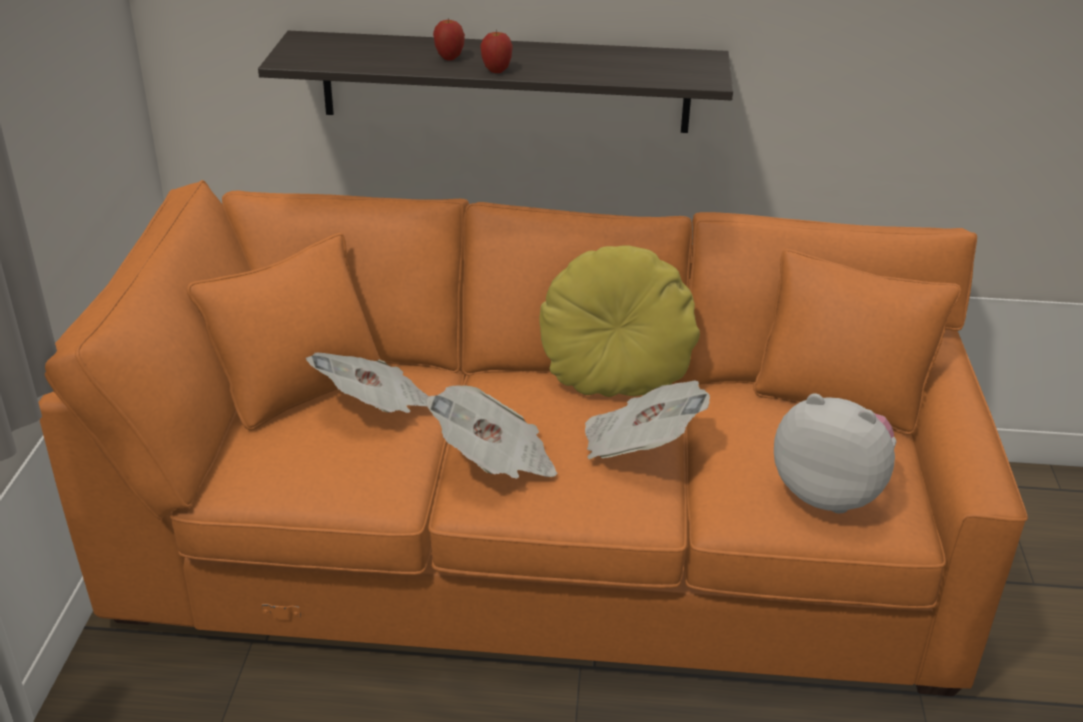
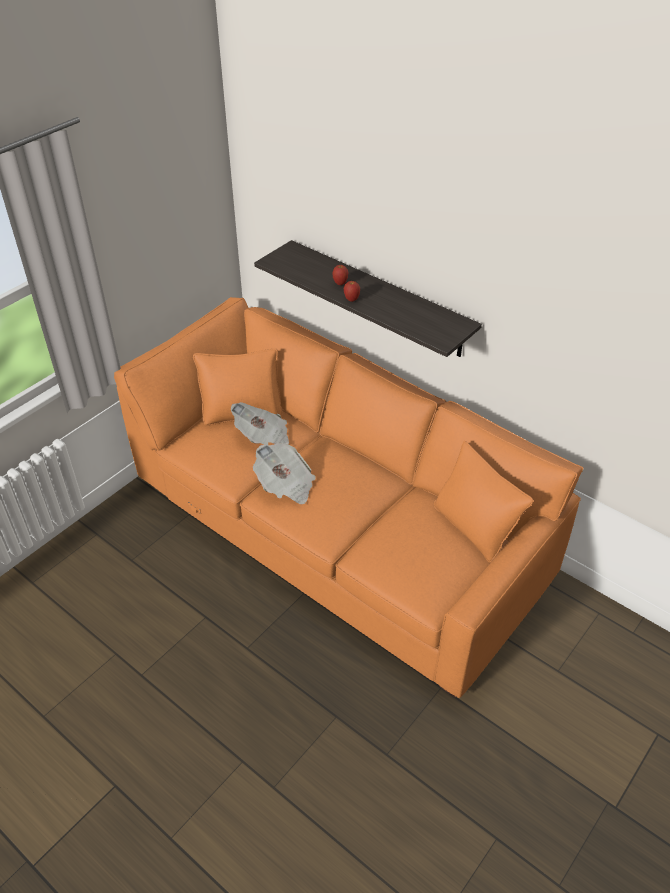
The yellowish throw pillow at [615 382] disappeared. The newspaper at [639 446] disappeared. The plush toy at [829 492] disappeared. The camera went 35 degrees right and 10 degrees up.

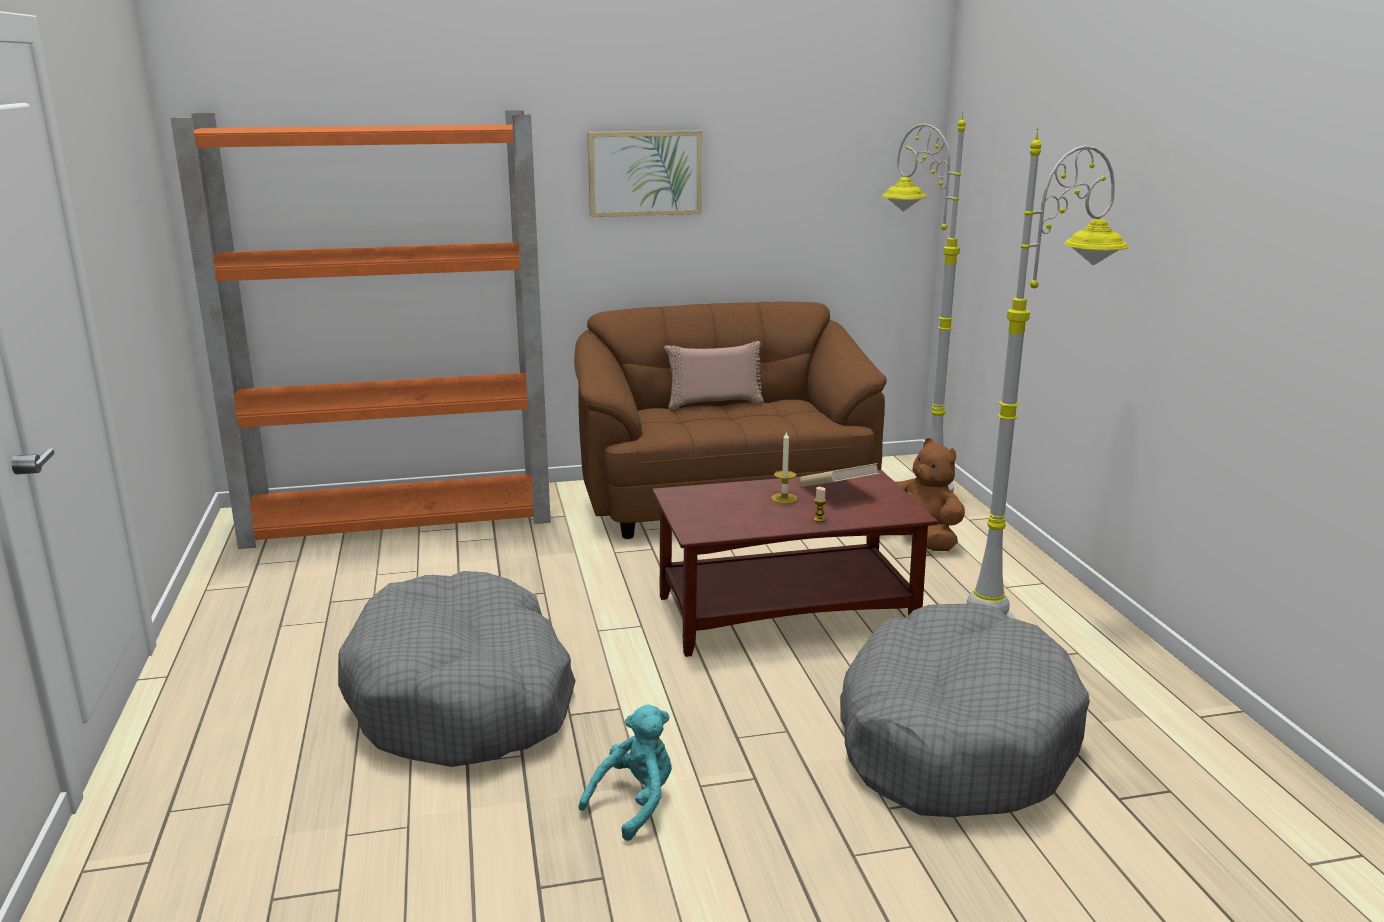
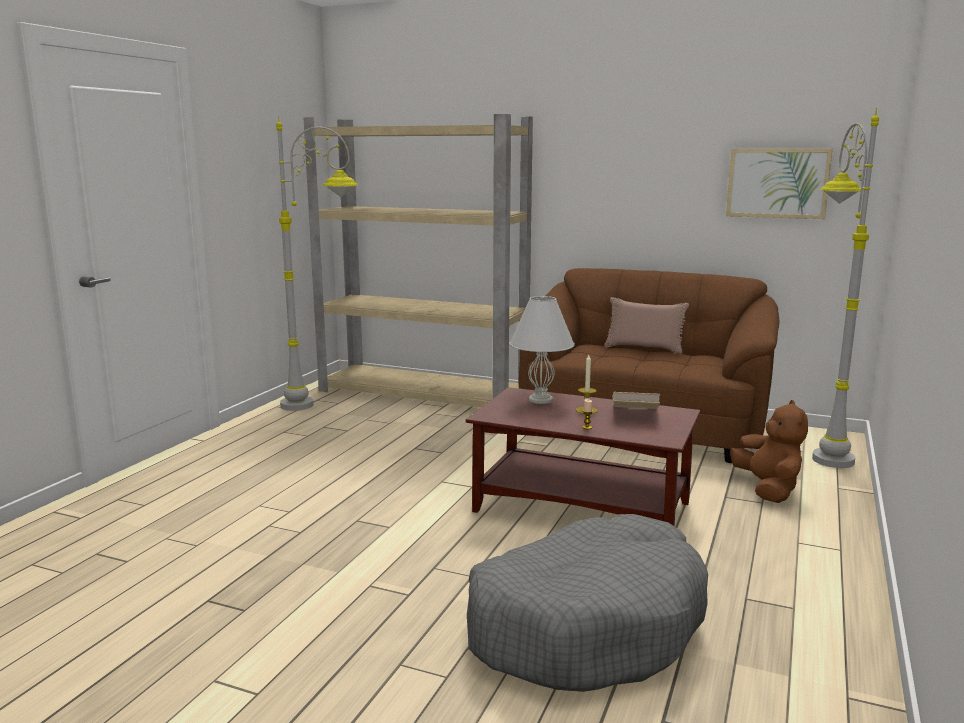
The greyish floor lamp moved from [1020 612] to [324 406]. The orangey shelving unit at [400 515] became the beige-coloured shelving unit at [423 393]. The whitish lamp for a table at [540 399] appeared. The wall picture moved from [645 173] to [777 183]. The greyish pet bed at [463 698] disappeared. The blue-green plush toy at [635 803] disappeared. The camera went 35 degrees right and 5 degrees down.

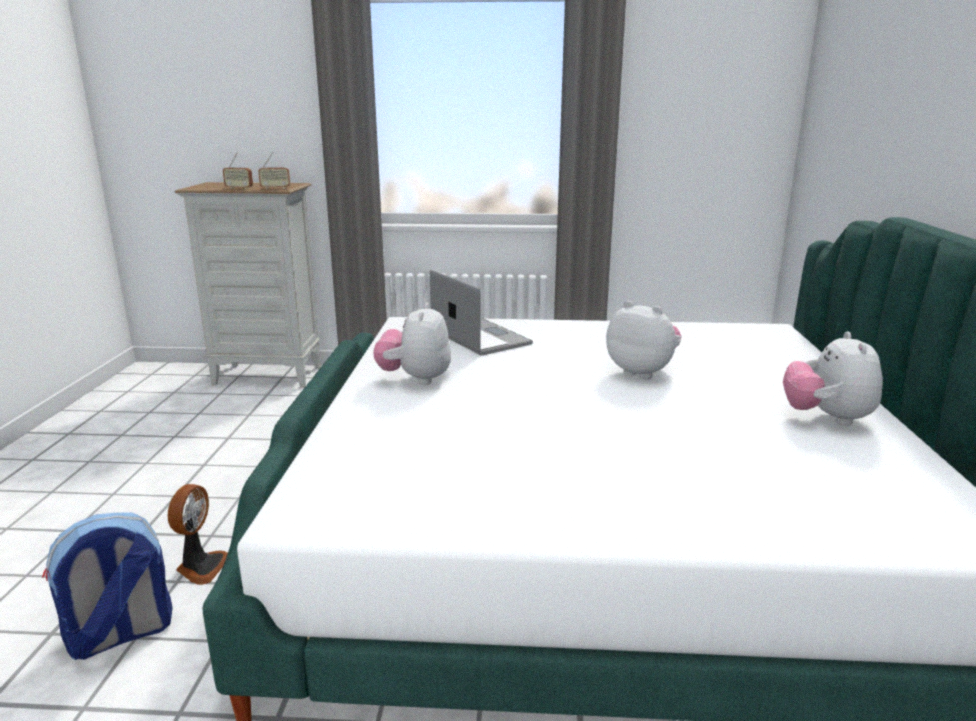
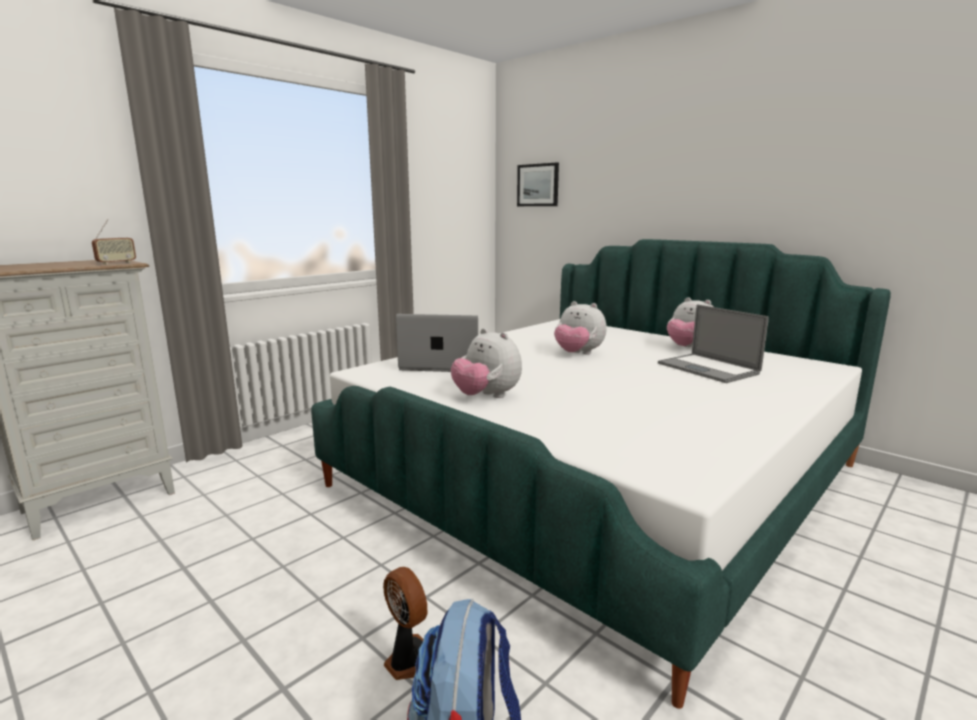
The wall picture at [538 185] appeared. The plush toy at [642 372] turned 135 degrees counterclockwise. The notebook computer at [707 368] appeared. The radio set at [239 188] disappeared. The camera went 50 degrees left and 5 degrees down.

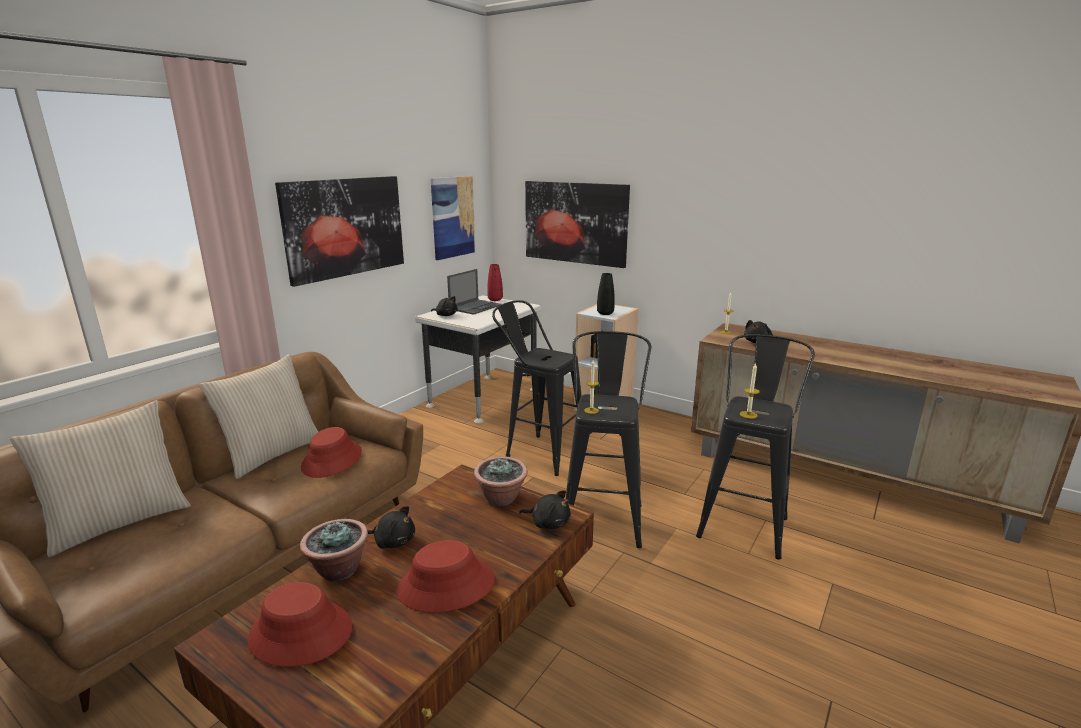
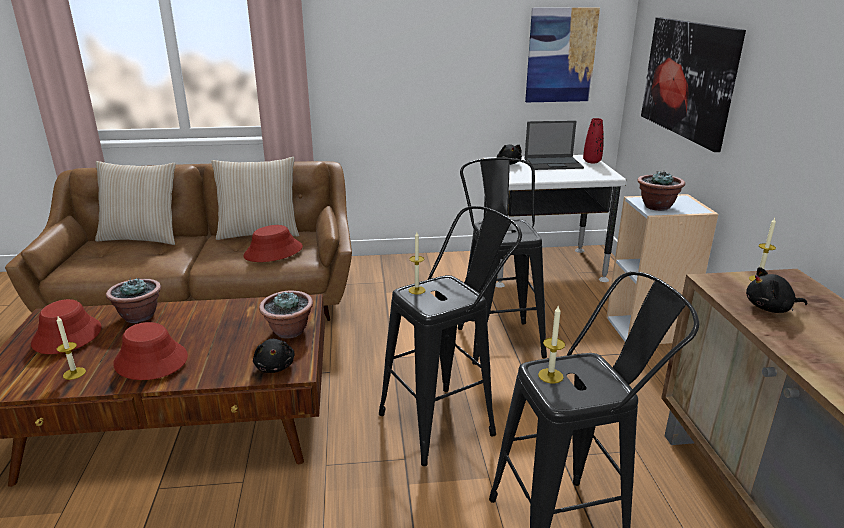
The candle at [74 373] appeared. The black decorative vase at [605 313] was replaced by the potted plant at [656 206]. The wall picture at [345 227] disappeared. The black plush toy at [393 541] disappeared. The camera went 50 degrees right and 5 degrees up.

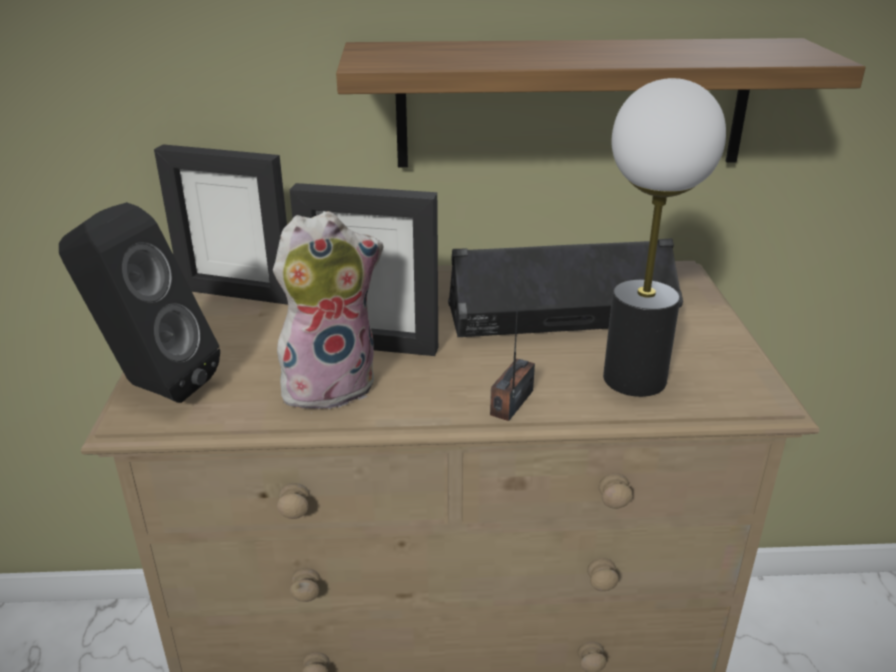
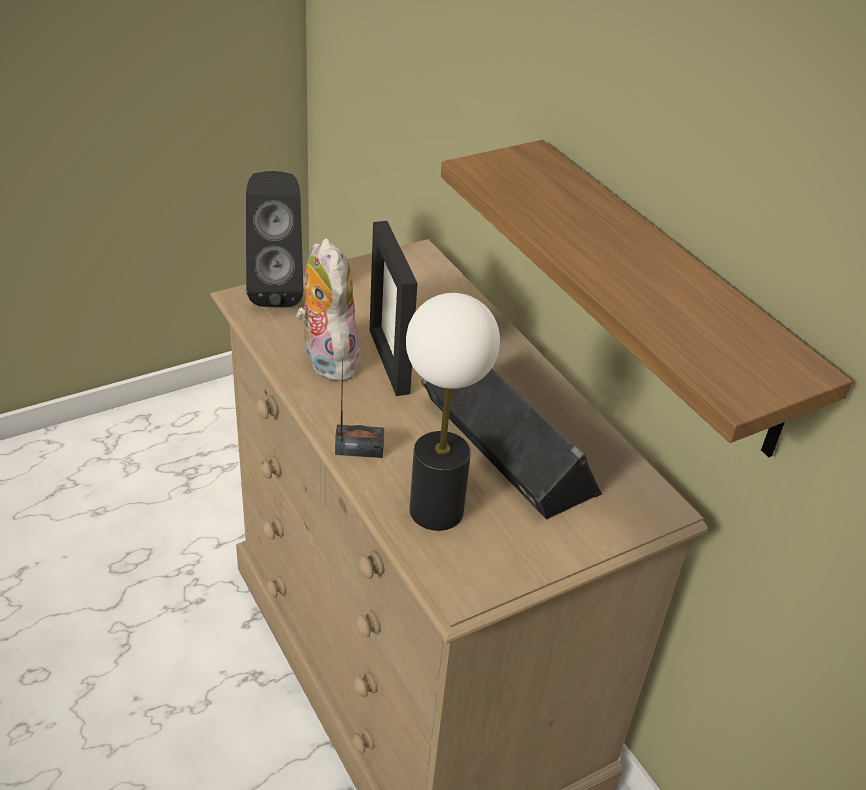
The plush toy at [330 385] turned 150 degrees counterclockwise. The standing frame at [238 292] disappeared. The camera went 60 degrees right and 10 degrees up.

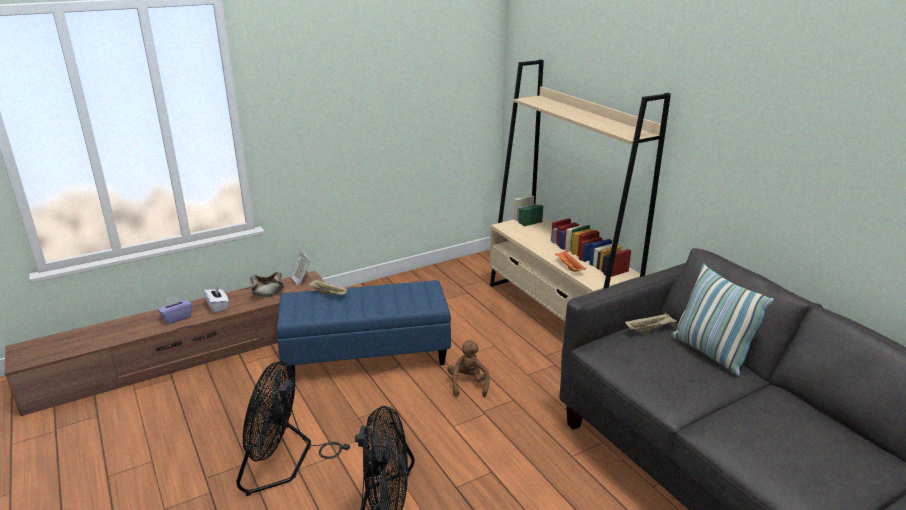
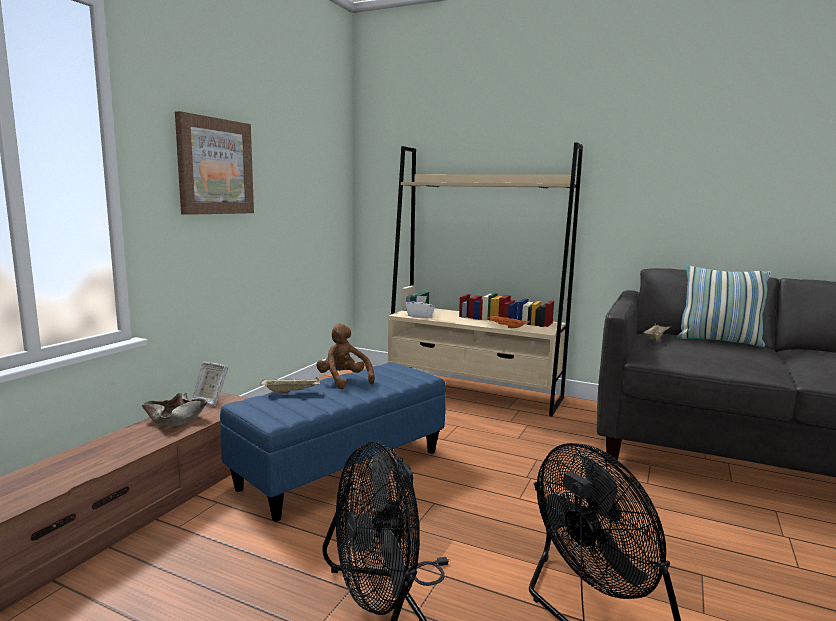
The wall picture at [215 166] appeared. The brown-coloured plush toy moved from [468 384] to [343 381]. The whitish tissue holder moved from [218 306] to [420 316]. The purple tissue holder at [177 318] disappeared. The camera went 35 degrees left and 15 degrees down.

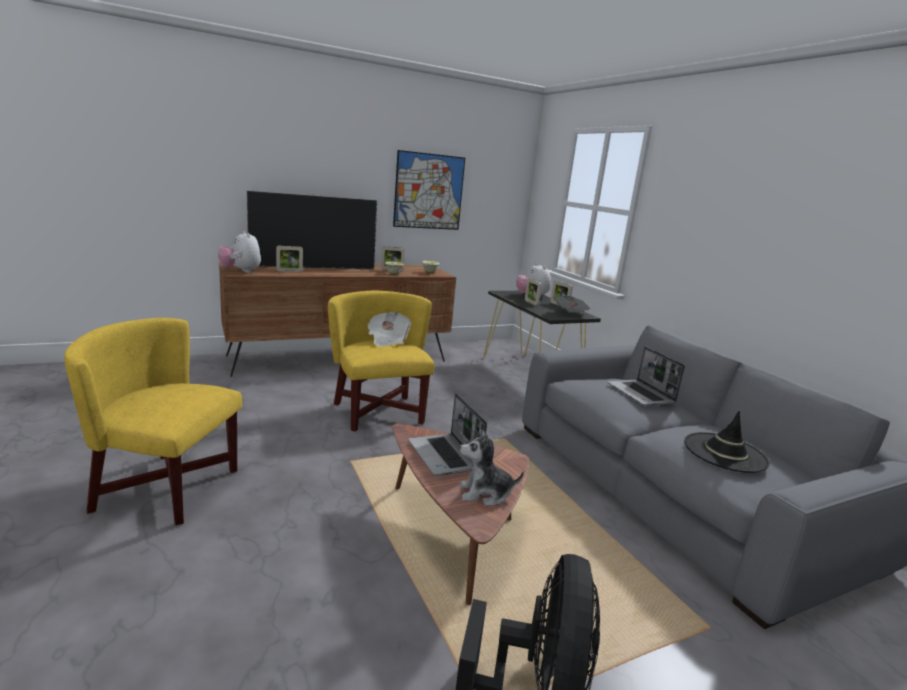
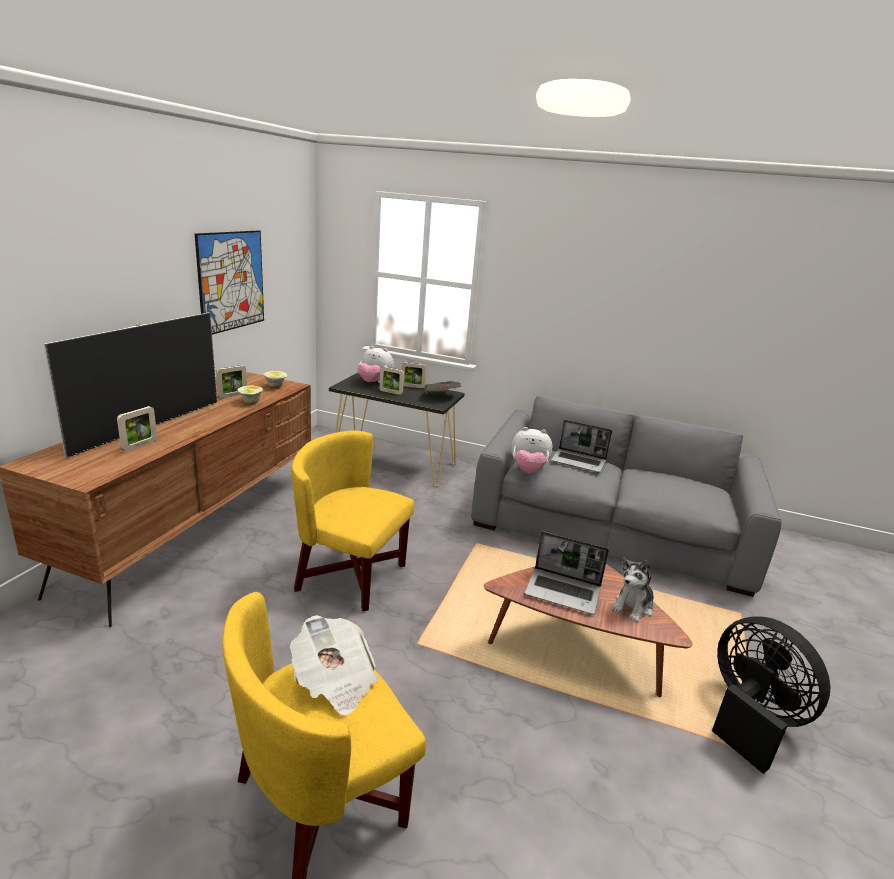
The newspaper moved from [387 340] to [334 681]. The plush toy moved from [241 271] to [528 470]. The black hat at [725 452] disappeared. The camera went 45 degrees left and 5 degrees up.

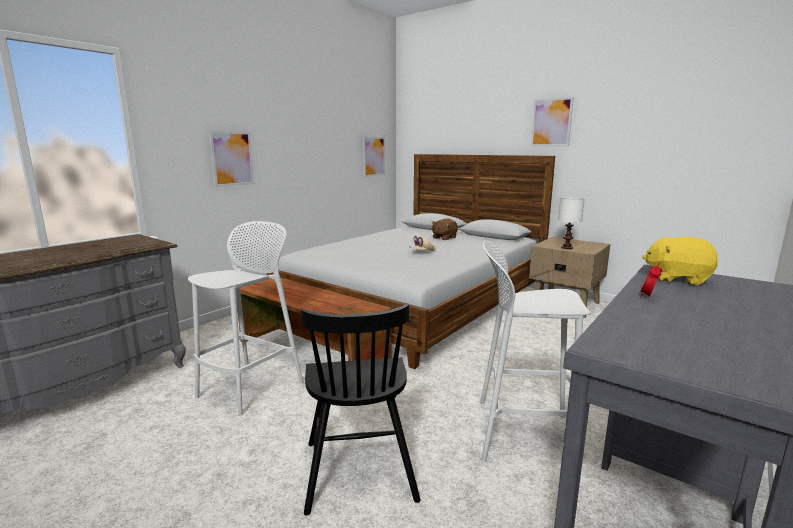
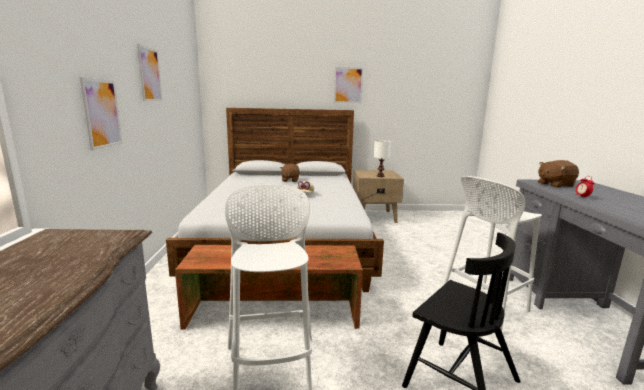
The wall picture moved from [374 156] to [150 74]. The yellowish plush toy at [677 278] became the brown-coloured plush toy at [554 185]. The camera went 40 degrees left and 0 degrees up.

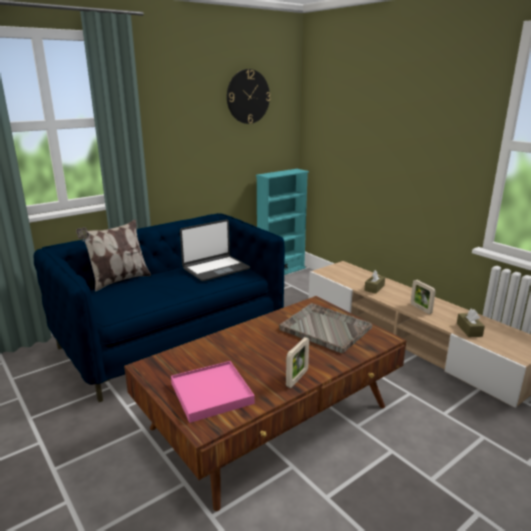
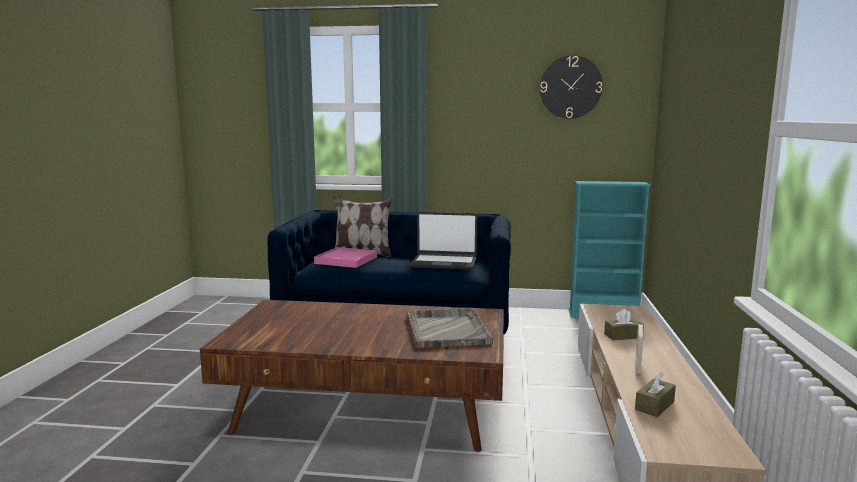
The pink-coloured serving tray moved from [212 393] to [346 260]. The standing frame at [297 378] disappeared. The camera went 45 degrees right and 10 degrees down.

